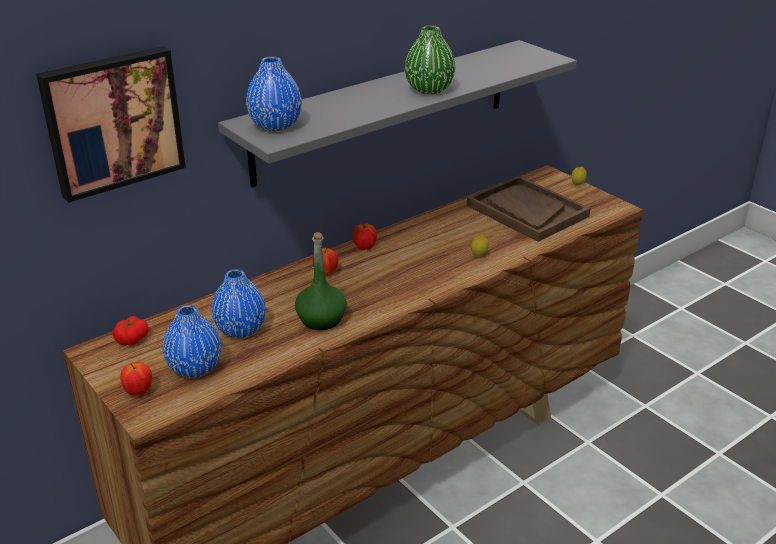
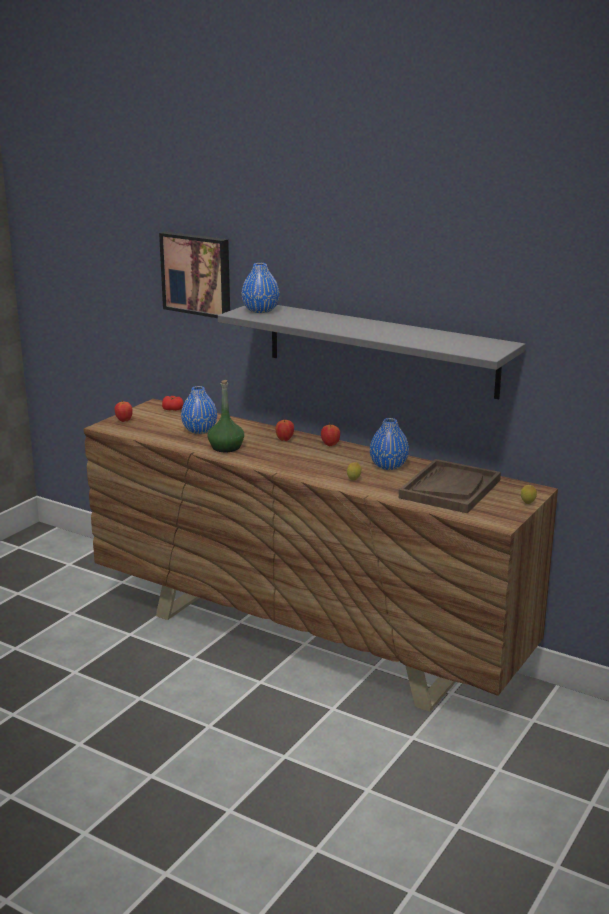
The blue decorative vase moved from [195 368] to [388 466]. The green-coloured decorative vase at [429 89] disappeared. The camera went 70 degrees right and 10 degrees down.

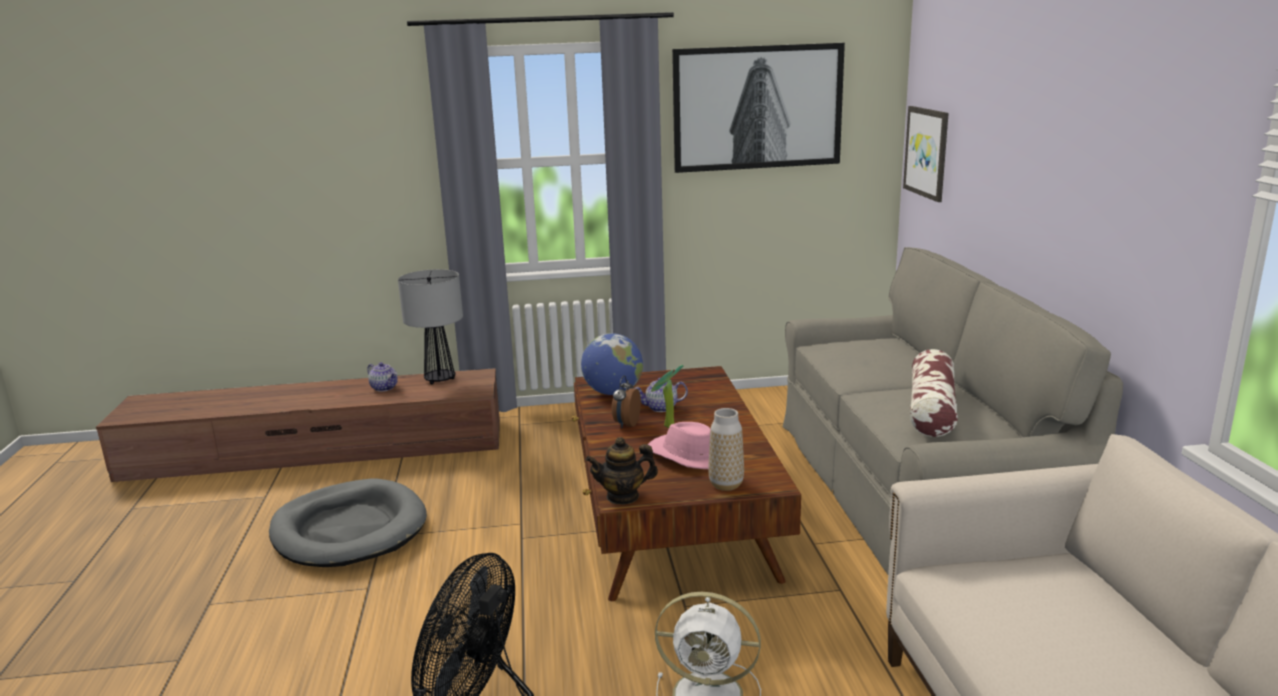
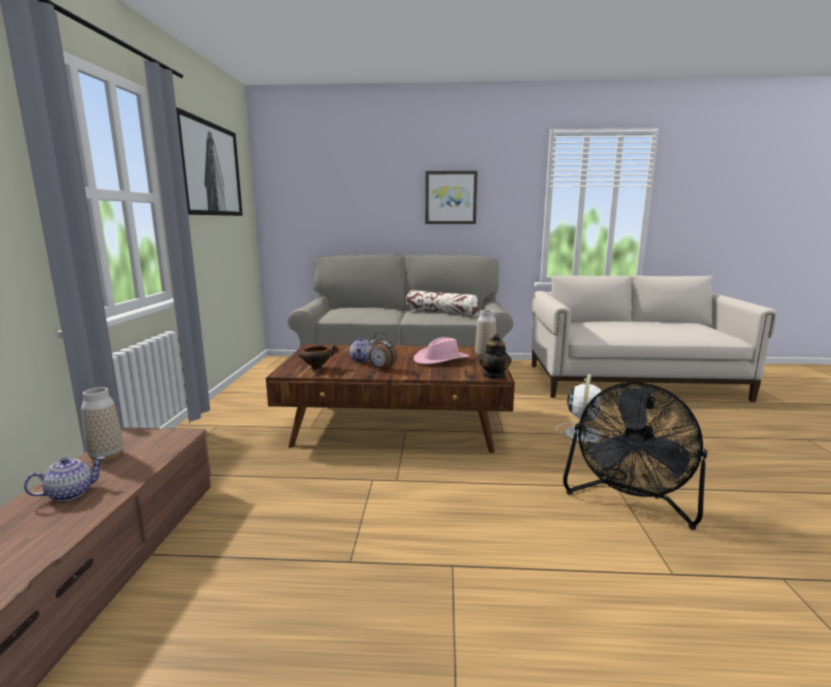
The lamp for a table at [439 379] was replaced by the decorative vase at [106 456]. The globe at [613 393] was replaced by the bowl at [318 369]. The wall picture moved from [927 152] to [450 197]. The greyish pet bed at [349 529] disappeared. The potted plant at [667 427] disappeared. The camera went 80 degrees left and 5 degrees down.

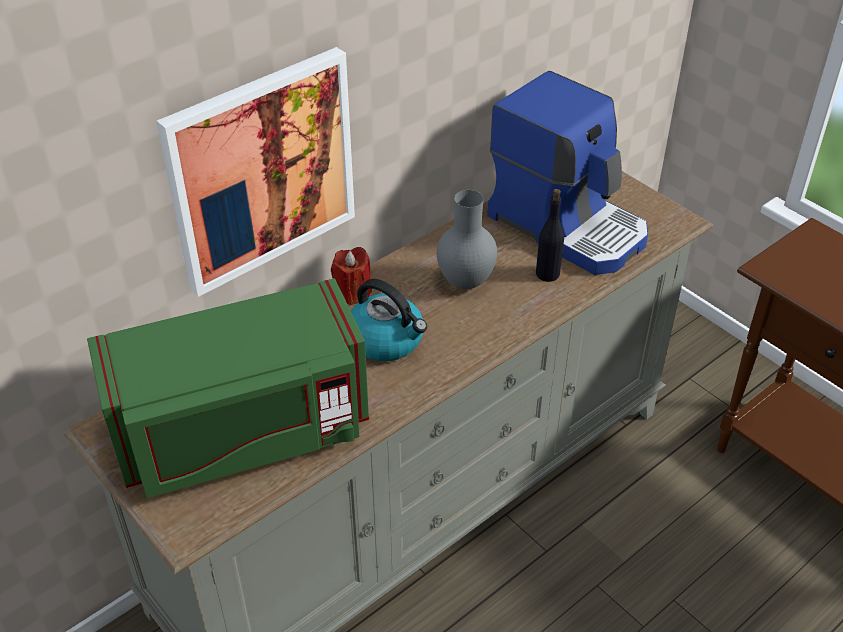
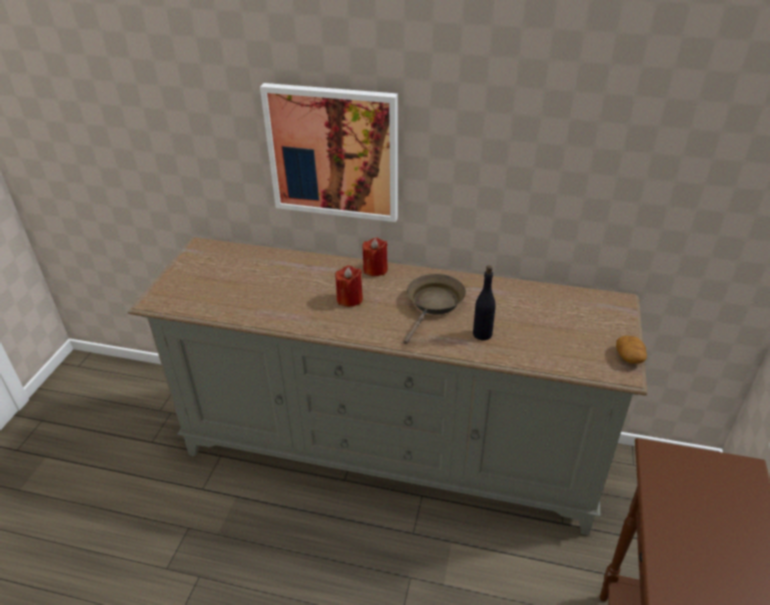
The water kettle at [387 340] was replaced by the red-coloured candle at [349 299]. The greyish decorative vase at [465 281] was replaced by the brown-coloured skillet at [434 304]. The spud at [629 357] appeared. The green-coloured microwave at [243 432] disappeared. The coffee brewer at [568 225] disappeared. The camera went 55 degrees right and 5 degrees down.

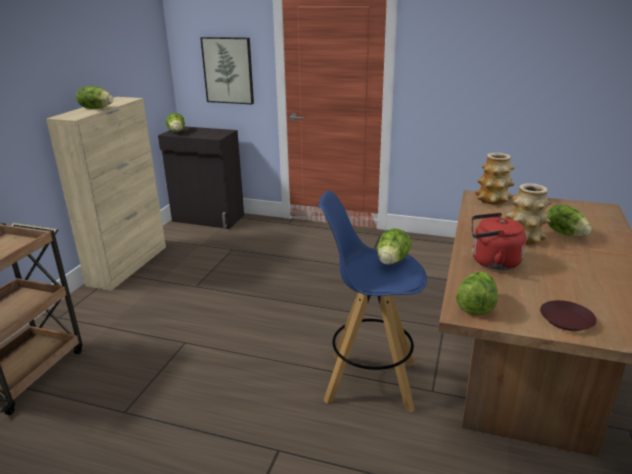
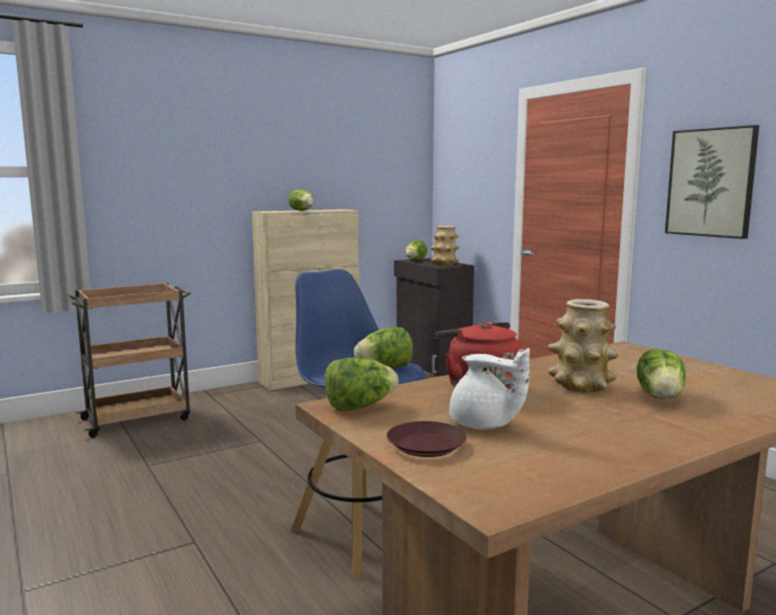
The decorative vase moved from [493 200] to [444 264]. The whitish teapot at [484 425] appeared. The wall picture moved from [228 70] to [711 182]. The camera went 40 degrees right and 15 degrees down.

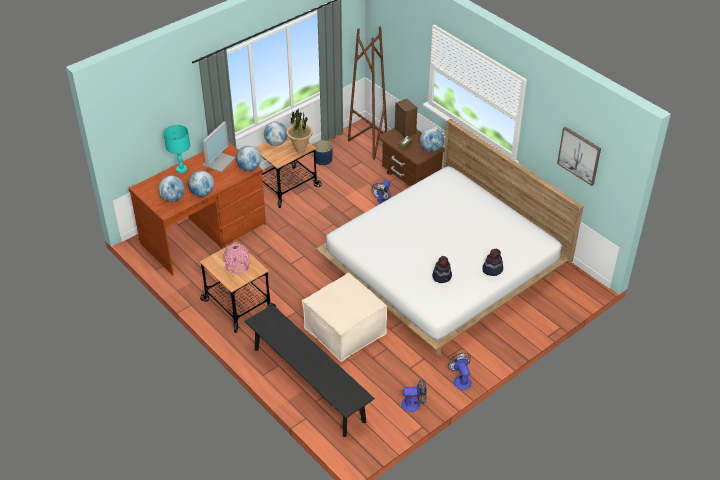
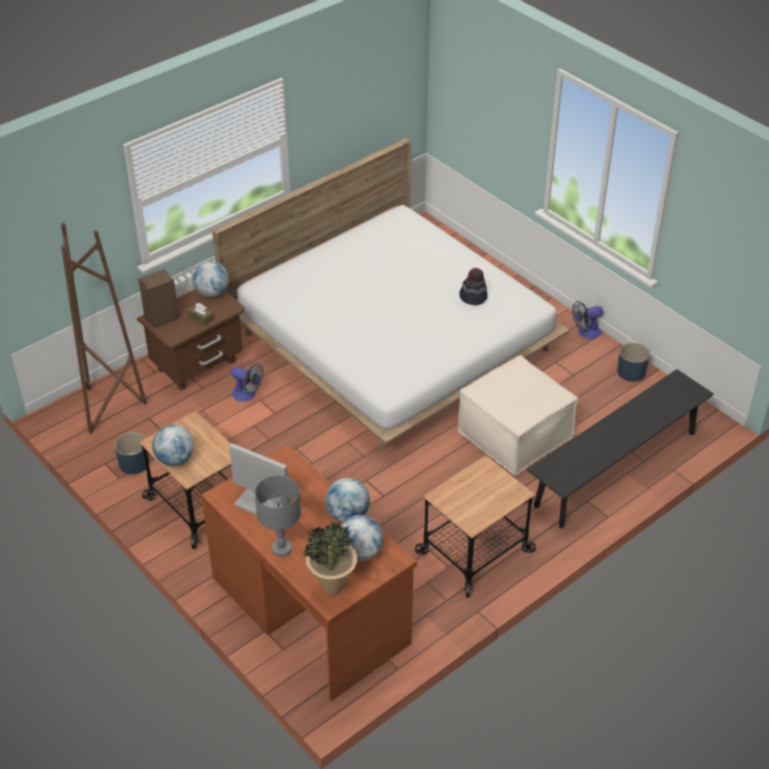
The blue-green lamp for a table at [181 169] became the greyish lamp for a table at [281 549]. The potted plant moved from [300 151] to [332 589]. The electric fan at [414 404] was replaced by the blue planter at [631 372]. The pink-coloured decorative vase at [237 266] disappeared. The globe at [249 168] disappeared. The hat at [492 269] disappeared. The wall picture at [579 155] disappeared. The camera went 90 degrees left and 0 degrees up.

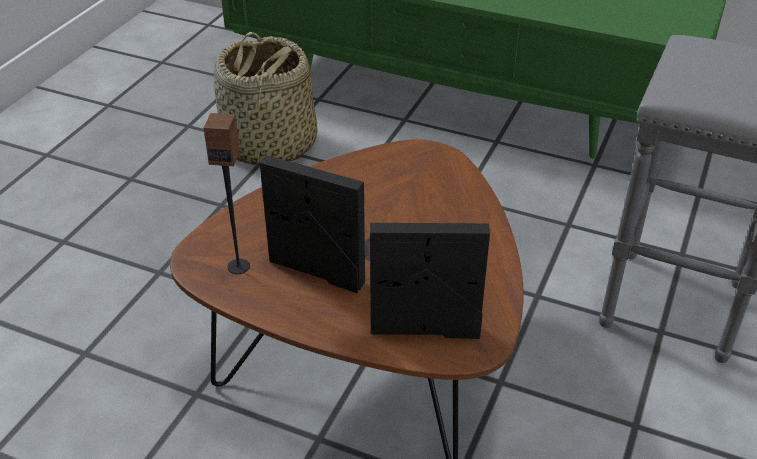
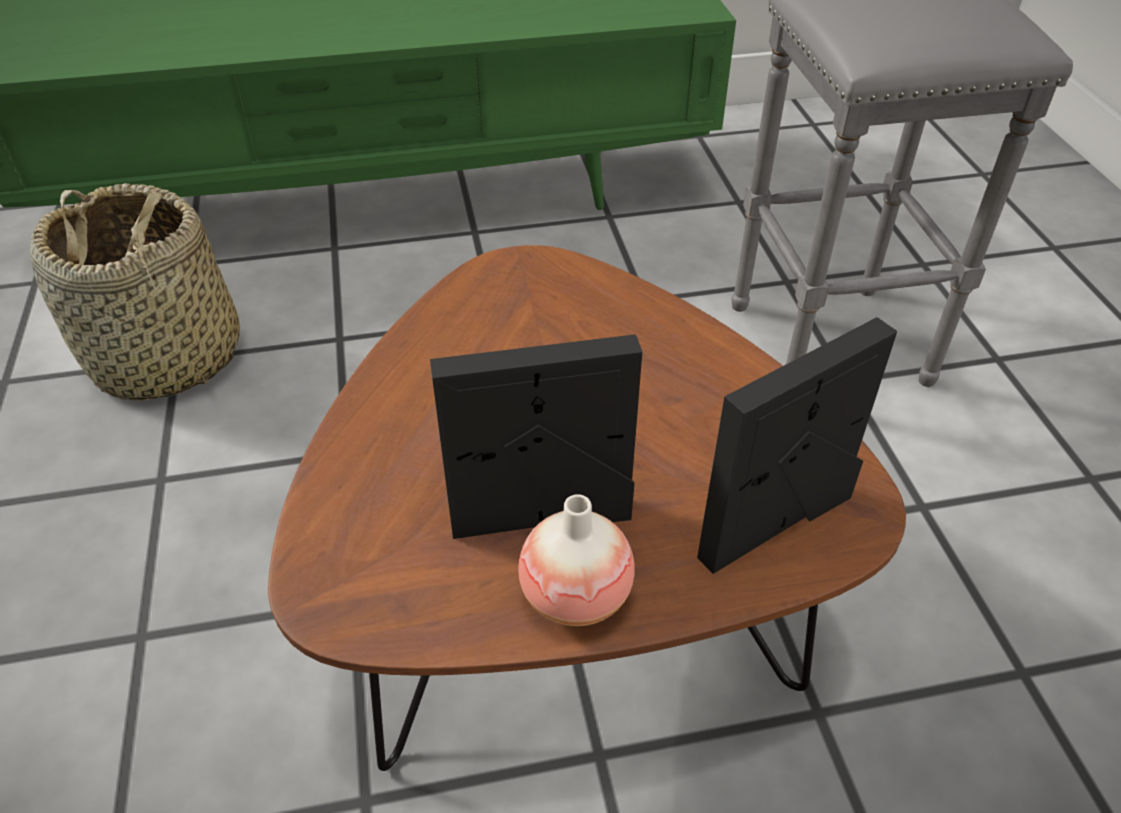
The decorative vase at [575 596] appeared. The loudspeaker at [239 266] disappeared. The camera went 35 degrees left and 5 degrees up.

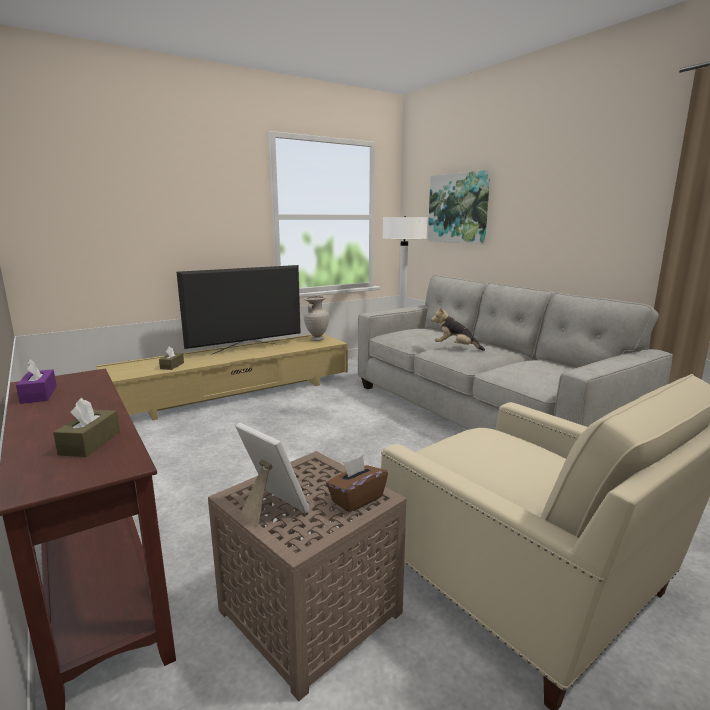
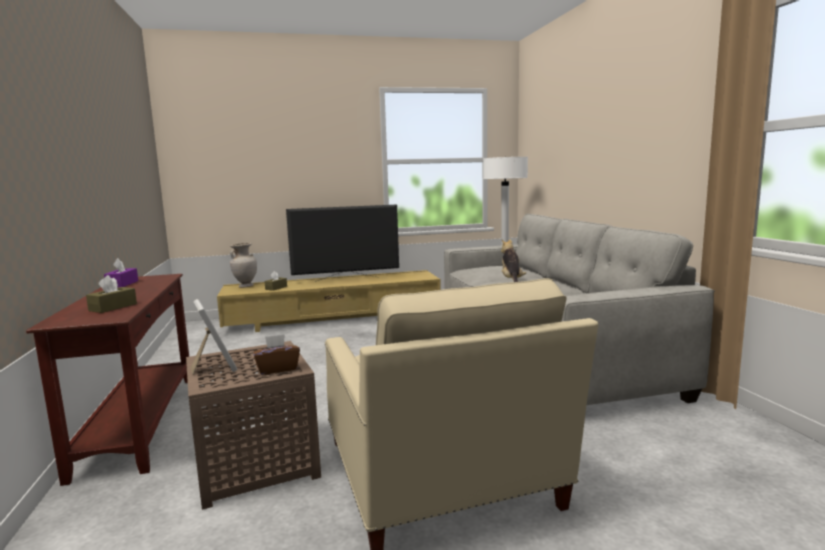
The beige-coloured decorative vase moved from [316 339] to [245 286]. The plush toy at [455 347] turned 45 degrees clockwise. The wall picture at [458 208] disappeared. The camera went 20 degrees right and 5 degrees down.

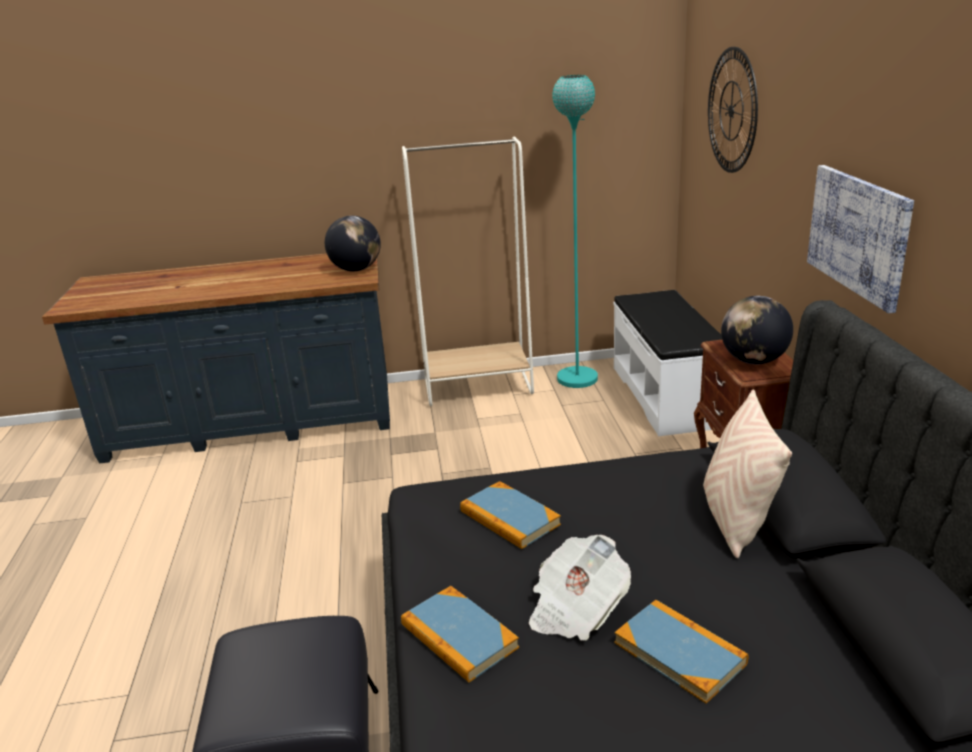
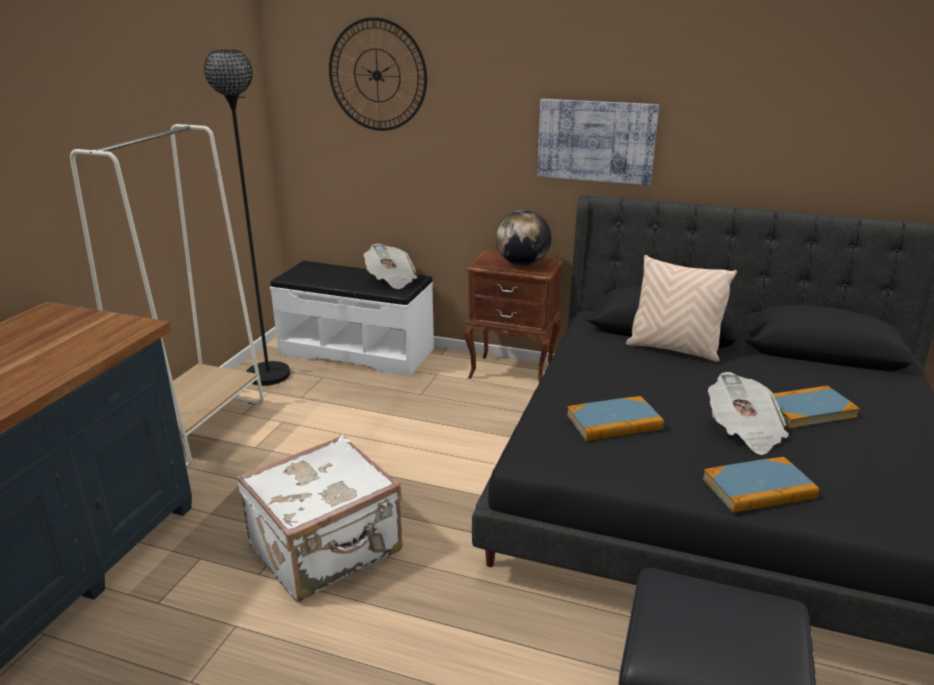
The blue-green floor lamp at [577 378] became the black floor lamp at [268 375]. The whitish travel case at [327 550] appeared. The newspaper at [391 280] appeared. The globe at [356 269] disappeared. The camera went 65 degrees left and 0 degrees up.

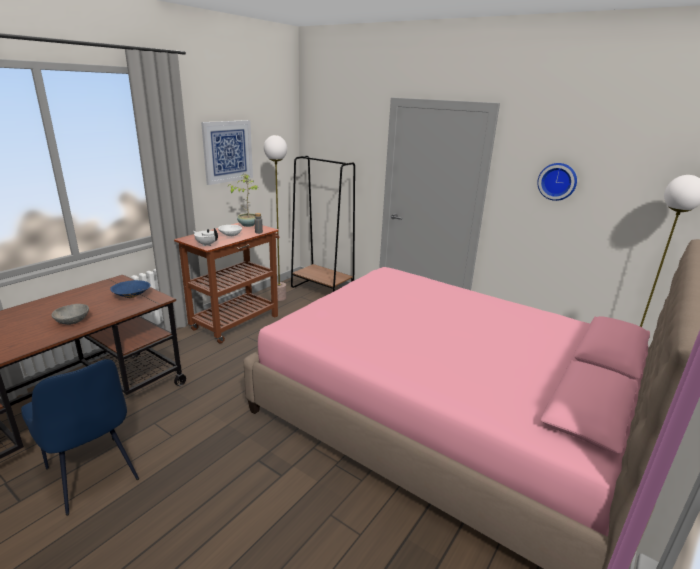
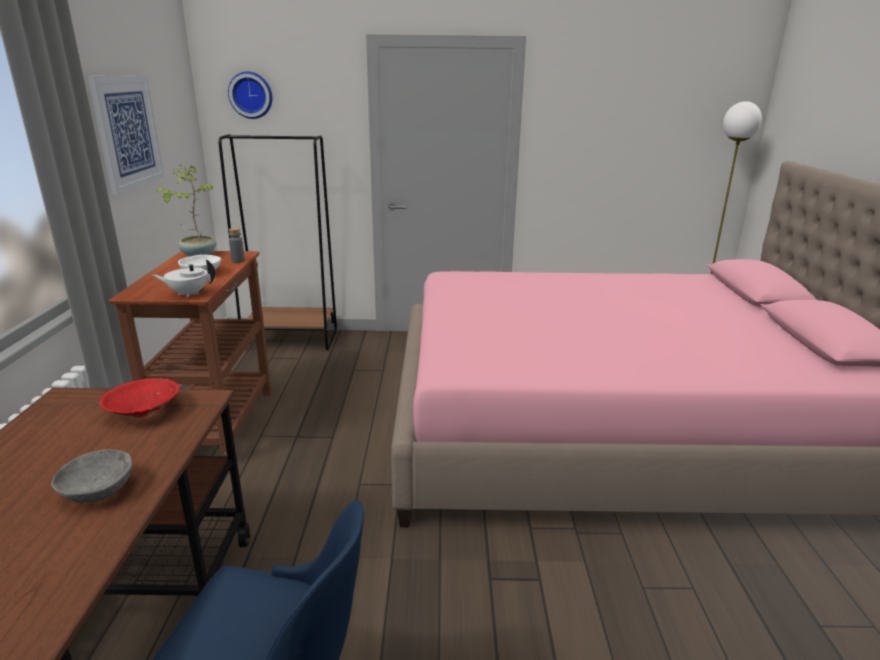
The blue bowl at [132 296] became the red-coloured bowl at [144 411]. The wall clock moved from [557 181] to [251 95]. The floor lamp at [279 298] disappeared. The camera went 35 degrees left and 0 degrees up.

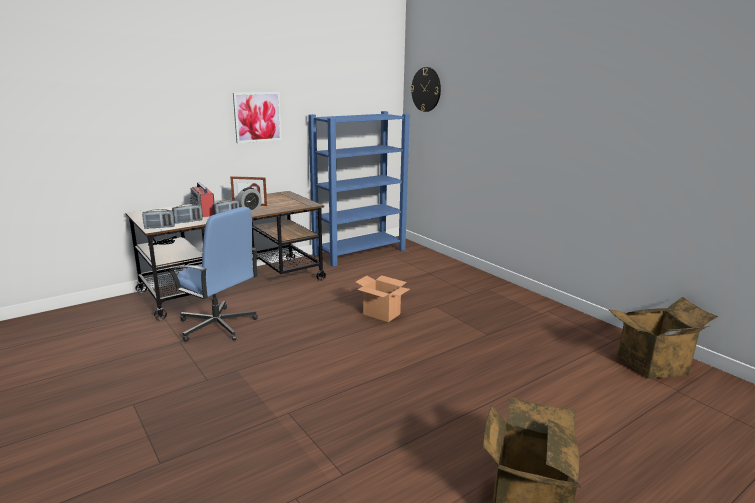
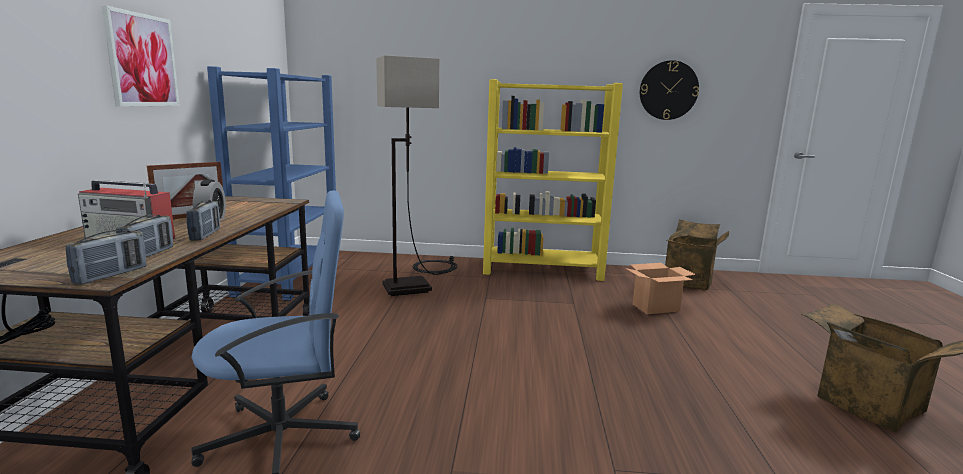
The floor lamp at [424 276] appeared. The yellowish shelving unit at [542 269] appeared. The packing box moved from [382 314] to [656 307]. The wall clock moved from [426 89] to [668 90]. The camera went 50 degrees left and 5 degrees down.

